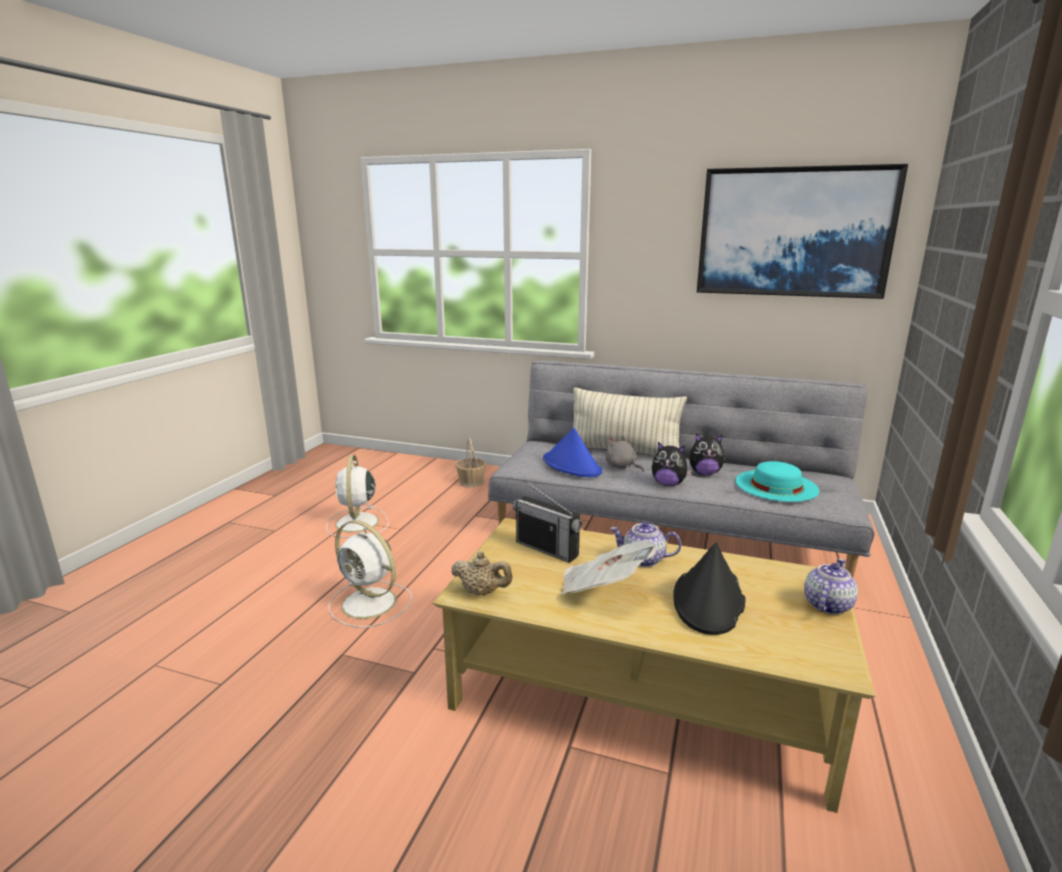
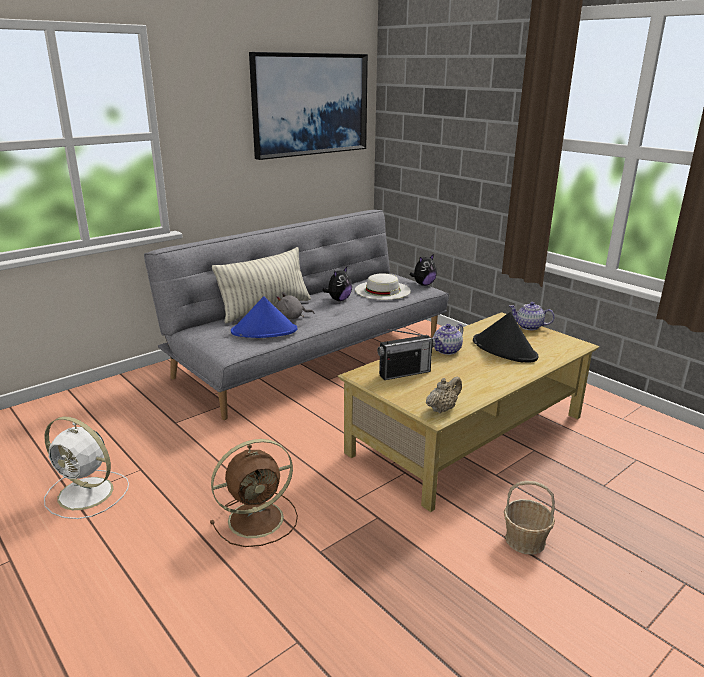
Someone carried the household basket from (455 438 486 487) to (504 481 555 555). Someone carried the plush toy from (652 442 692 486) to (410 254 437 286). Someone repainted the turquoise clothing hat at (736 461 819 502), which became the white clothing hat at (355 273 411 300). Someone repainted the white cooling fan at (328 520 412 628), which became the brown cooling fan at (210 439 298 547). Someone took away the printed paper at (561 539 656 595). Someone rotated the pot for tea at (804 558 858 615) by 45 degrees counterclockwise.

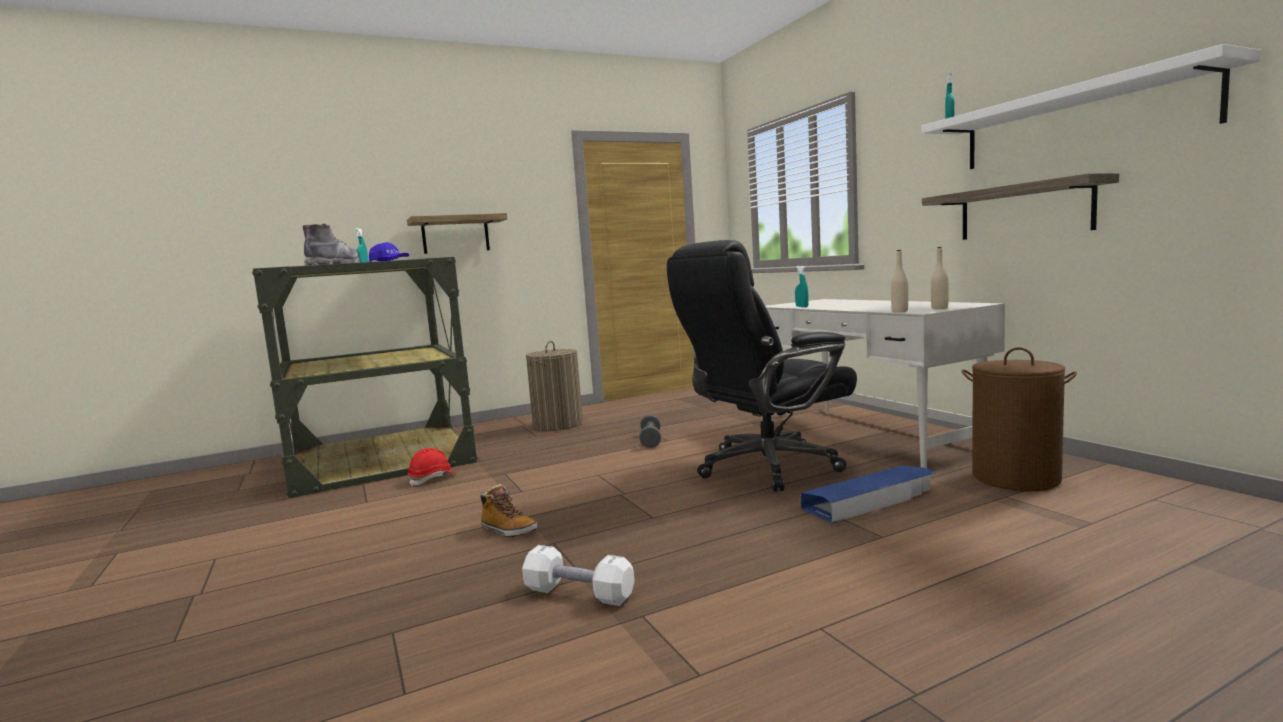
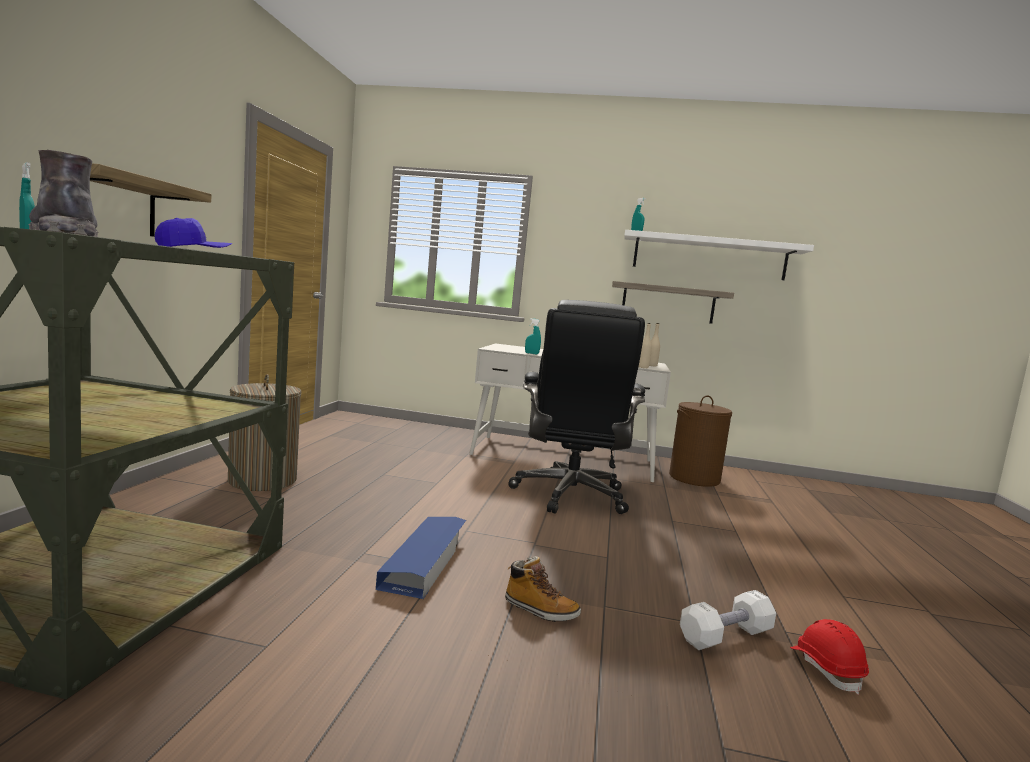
Someone took away the gray free weight at (639 414 661 448). Someone carried the red-coloured safety helmet from (407 448 457 486) to (790 619 869 695). Someone carried the blue storage bin from (801 466 935 523) to (376 517 466 599). Someone rotated the tall boot at (480 484 538 537) by 45 degrees clockwise.

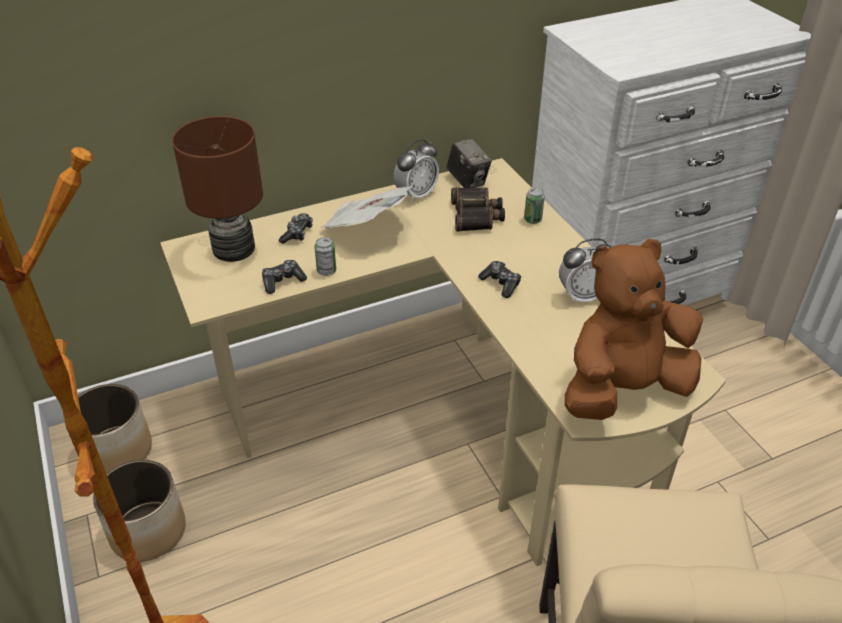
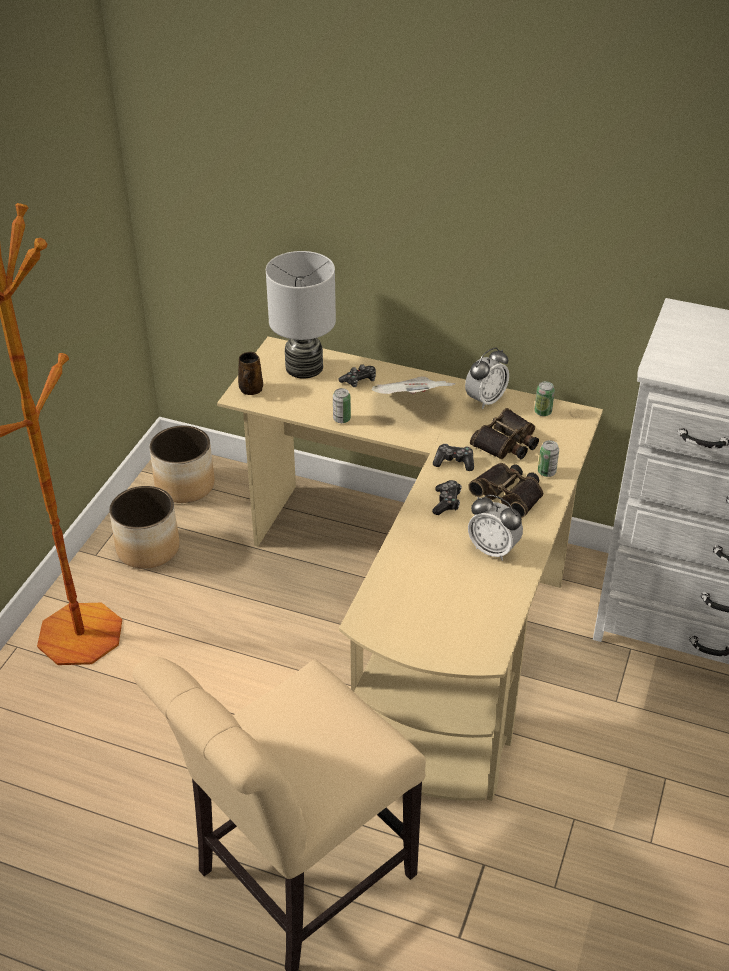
Someone repainted the brown table lamp at (172 116 263 262), which became the gray table lamp at (266 251 336 379). Someone swapped the still camera at (446 138 492 188) for the metal can at (534 381 555 416). Someone rotated the bedside clock at (394 139 439 203) by 45 degrees counterclockwise. Someone took away the brown plush toy at (565 238 703 420). Someone carried the gamepad from (262 260 307 294) to (433 444 474 471). Someone put down the brown coffee mug at (238 352 263 395). Someone put down the binoculars at (468 463 543 518).

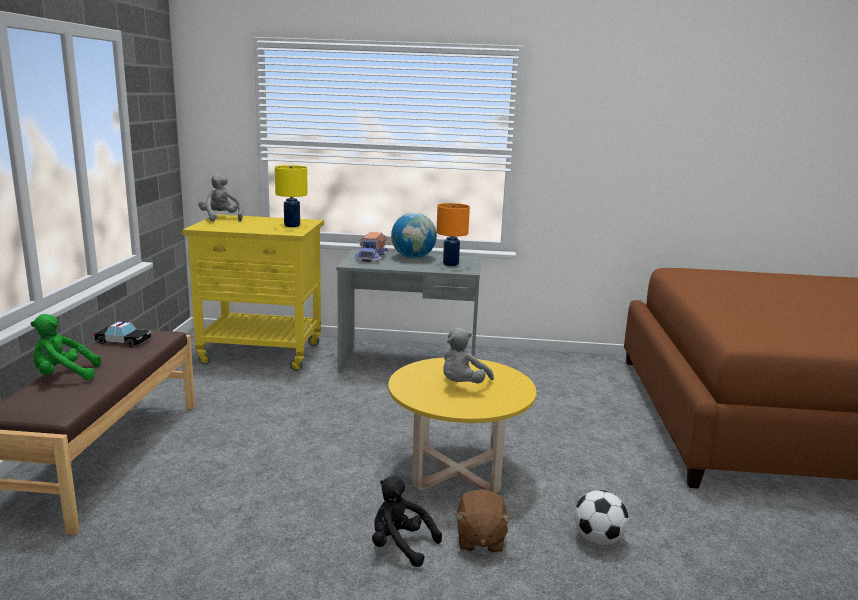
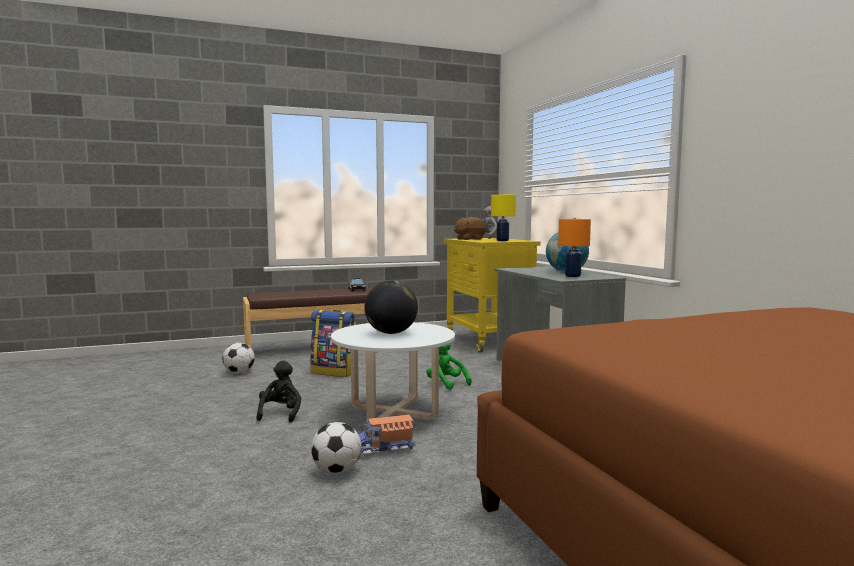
Someone carried the toy lorry from (354 232 388 263) to (358 415 415 456). Someone carried the green-coloured plush toy from (30 314 101 380) to (426 343 472 390). Someone swapped the gray plush toy at (443 328 494 383) for the world globe at (364 281 418 334). Someone repainted the yellowish lounge table at (388 358 537 493), which became the white lounge table at (331 322 455 423). Someone carried the brown plush toy from (455 489 512 553) to (454 217 486 240). Someone put down the rucksack at (310 310 356 377). Someone put down the football ball at (222 343 255 373).

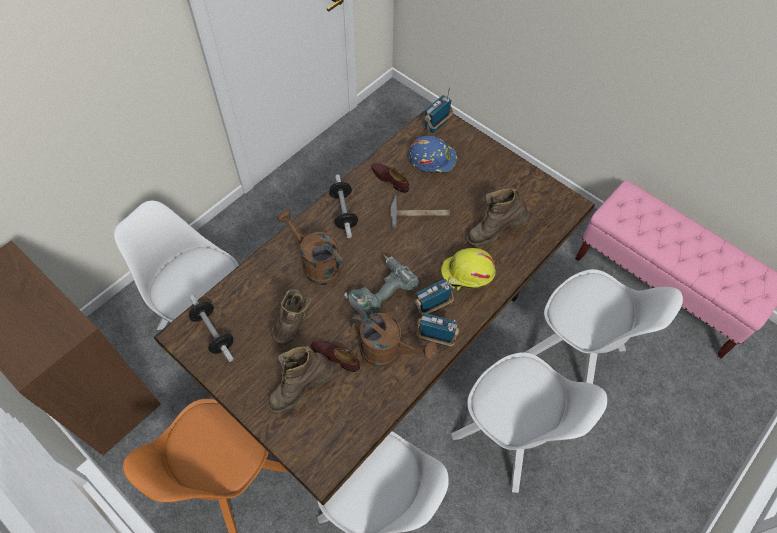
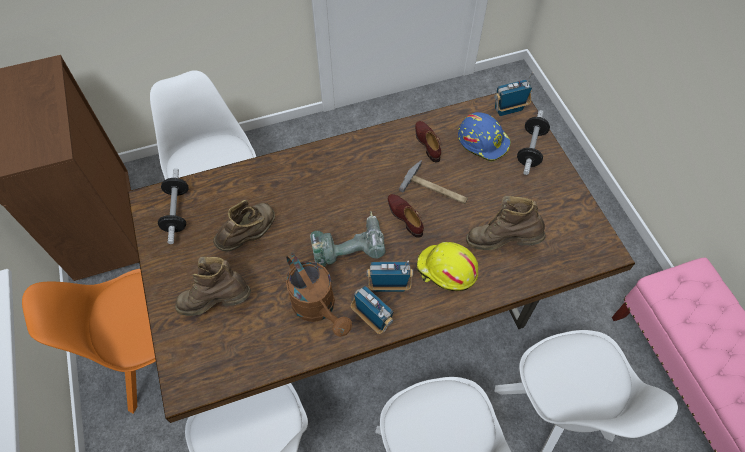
Someone carried the free weight from (329 175 358 238) to (517 110 550 175). Someone took away the brown watering can at (277 209 344 285). Someone carried the brown low shoe from (311 341 360 372) to (388 194 424 237).

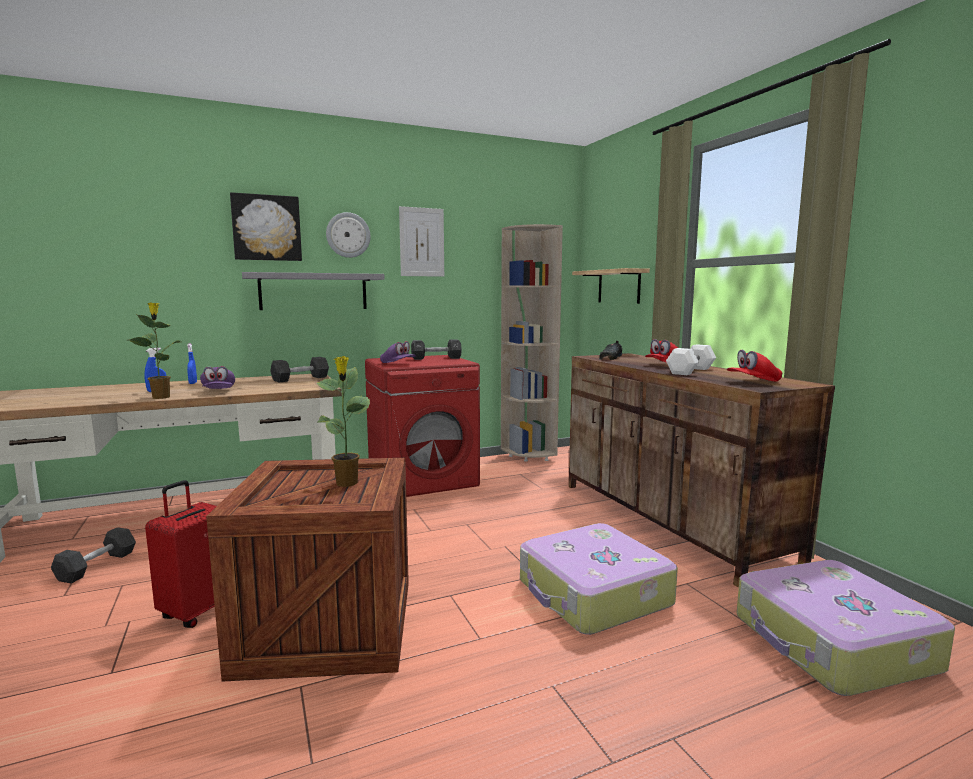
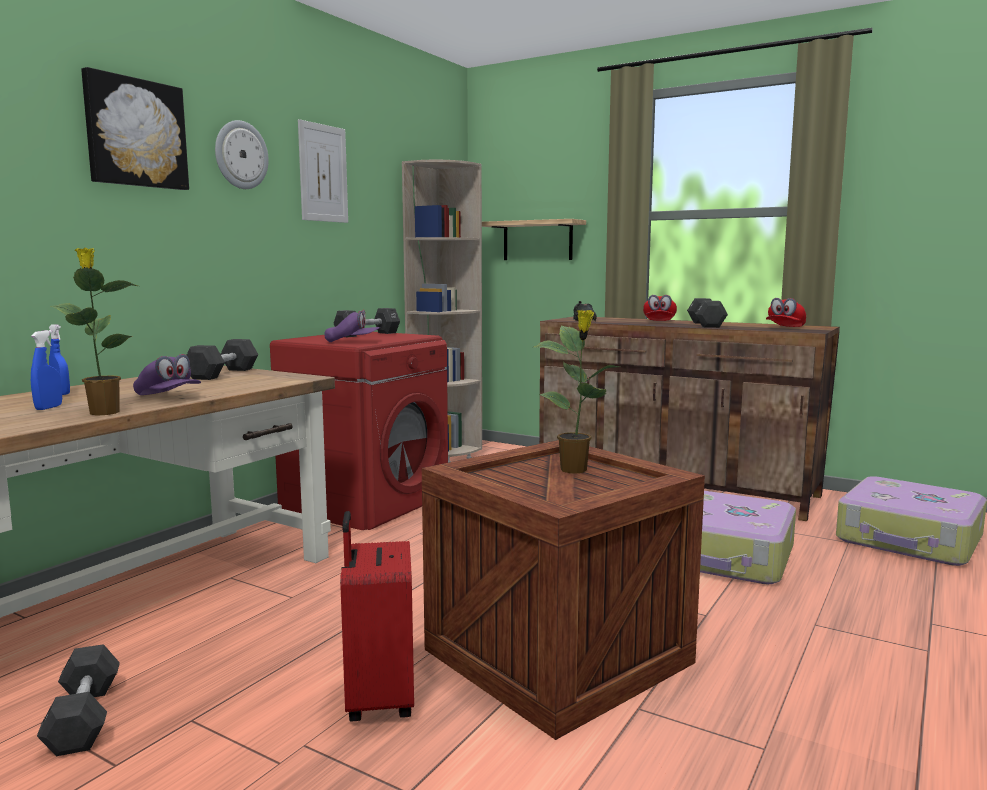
Someone took away the gray bracket shelf at (242 272 384 310). Someone repainted the white free weight at (666 344 716 375), which became the blackish free weight at (687 298 728 328).

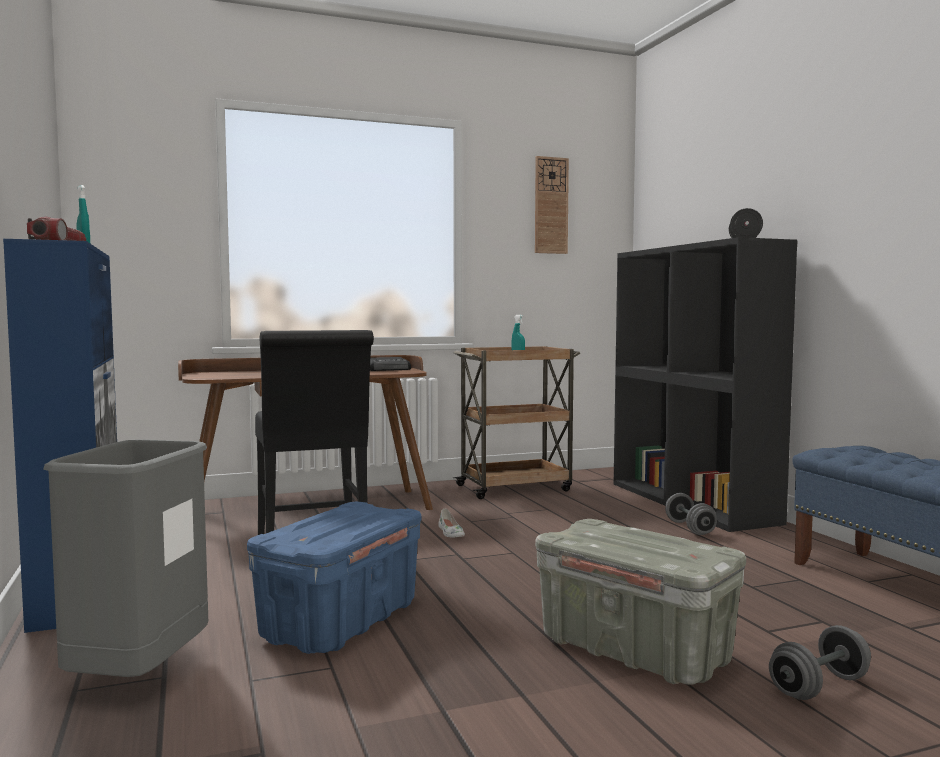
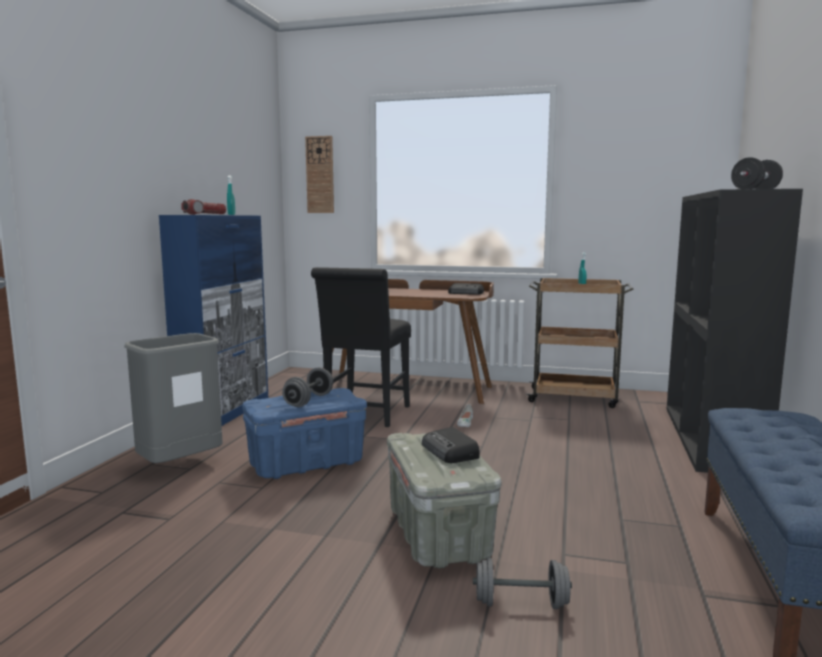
Someone carried the wall clock from (535 156 569 254) to (305 136 334 213). Someone carried the gray free weight from (665 493 717 535) to (282 367 333 407). Someone put down the radio at (422 427 480 463).

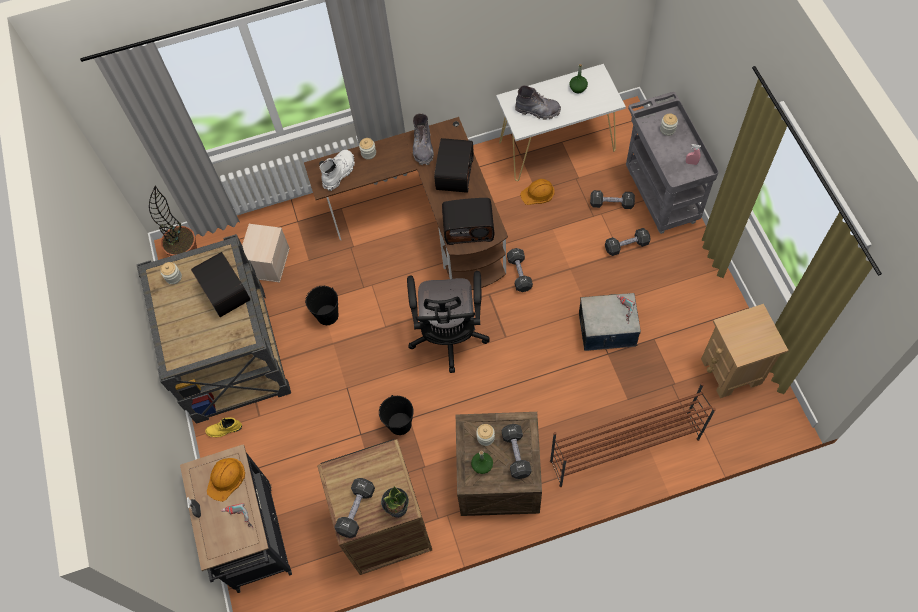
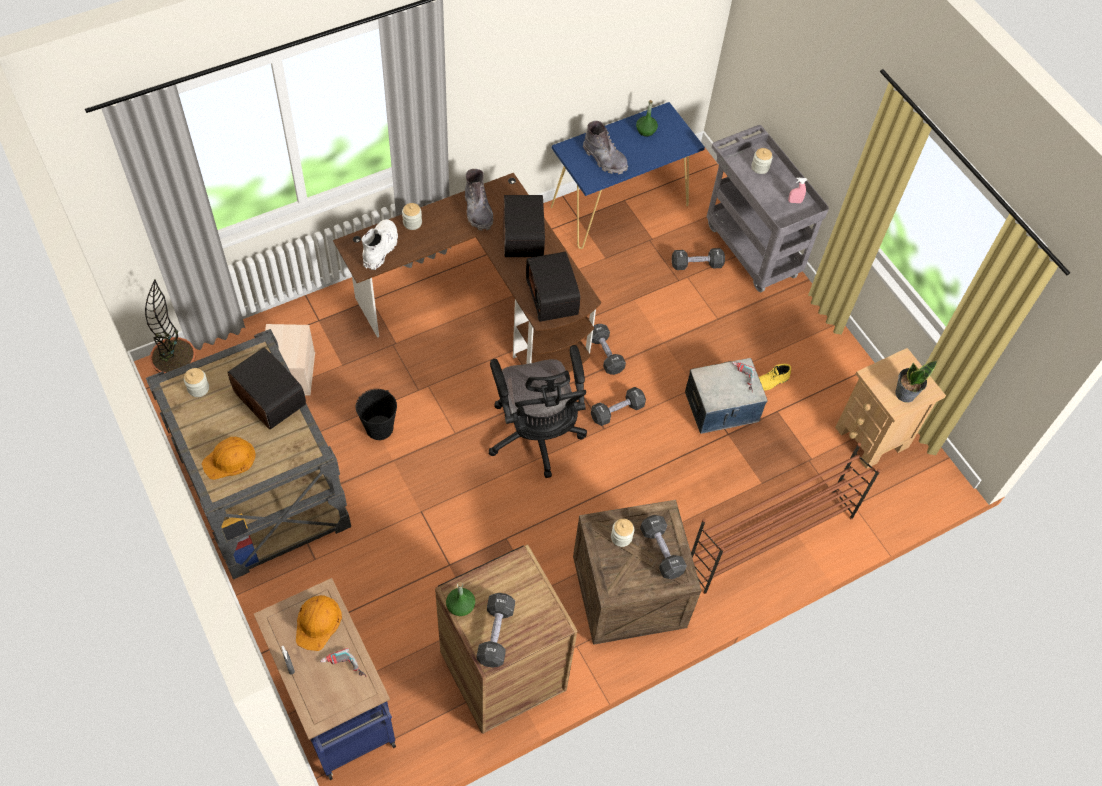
Someone repainted the white narrow table at (496 64 626 181), which became the blue narrow table at (551 102 705 249). Someone rotated the gray tall boot at (515 85 561 120) by 45 degrees clockwise. Someone carried the orange-coloured safety helmet from (520 179 555 205) to (201 437 256 480). Someone rotated the radio at (442 198 494 245) by 90 degrees clockwise. Someone carried the blackish free weight from (605 228 651 256) to (591 387 646 426). Someone took away the blackish pail at (379 395 414 435). Someone carried the yellowish tall boot from (205 418 242 437) to (759 364 791 391). Someone repainted the blackish trolley at (180 444 292 593), which became the blue trolley at (254 578 396 780). Someone carried the green-coloured drink bottle from (471 451 493 474) to (446 582 475 616). Someone carried the houseplant from (381 486 409 518) to (896 361 937 403).

